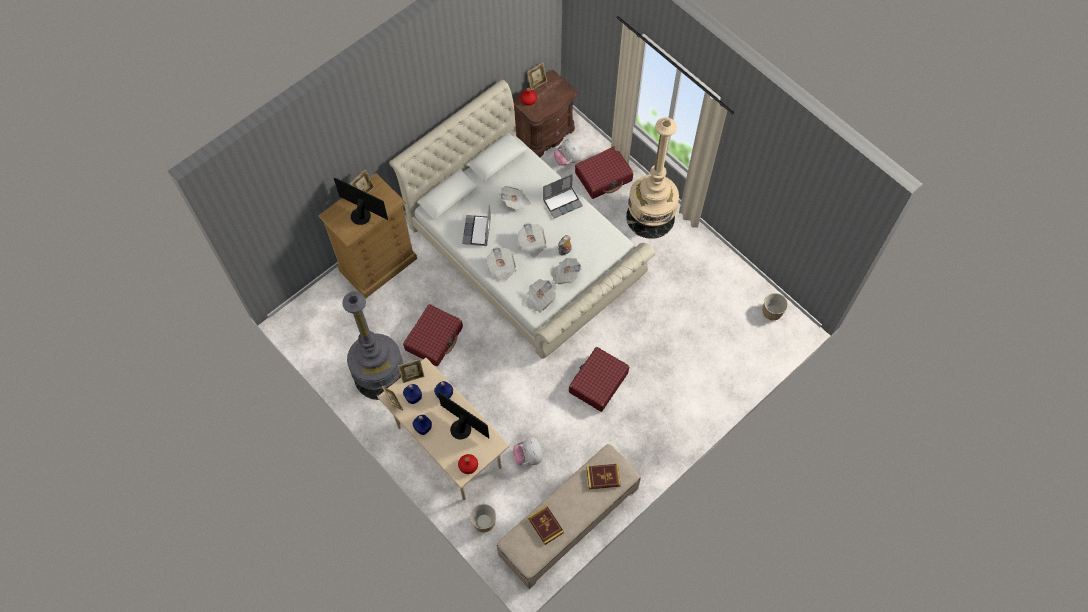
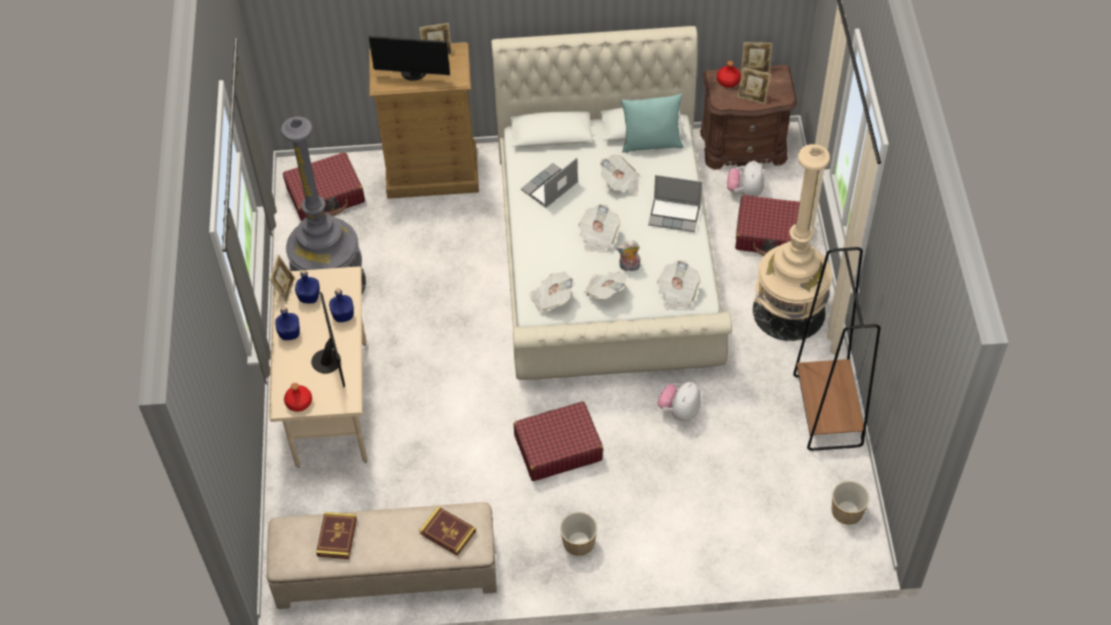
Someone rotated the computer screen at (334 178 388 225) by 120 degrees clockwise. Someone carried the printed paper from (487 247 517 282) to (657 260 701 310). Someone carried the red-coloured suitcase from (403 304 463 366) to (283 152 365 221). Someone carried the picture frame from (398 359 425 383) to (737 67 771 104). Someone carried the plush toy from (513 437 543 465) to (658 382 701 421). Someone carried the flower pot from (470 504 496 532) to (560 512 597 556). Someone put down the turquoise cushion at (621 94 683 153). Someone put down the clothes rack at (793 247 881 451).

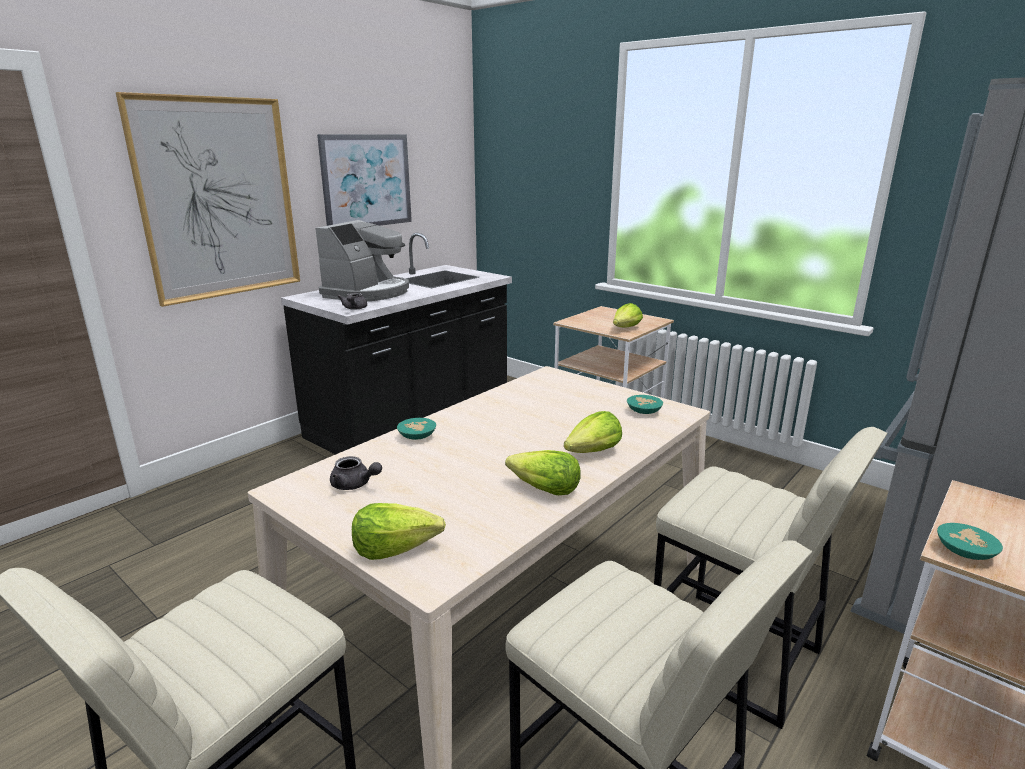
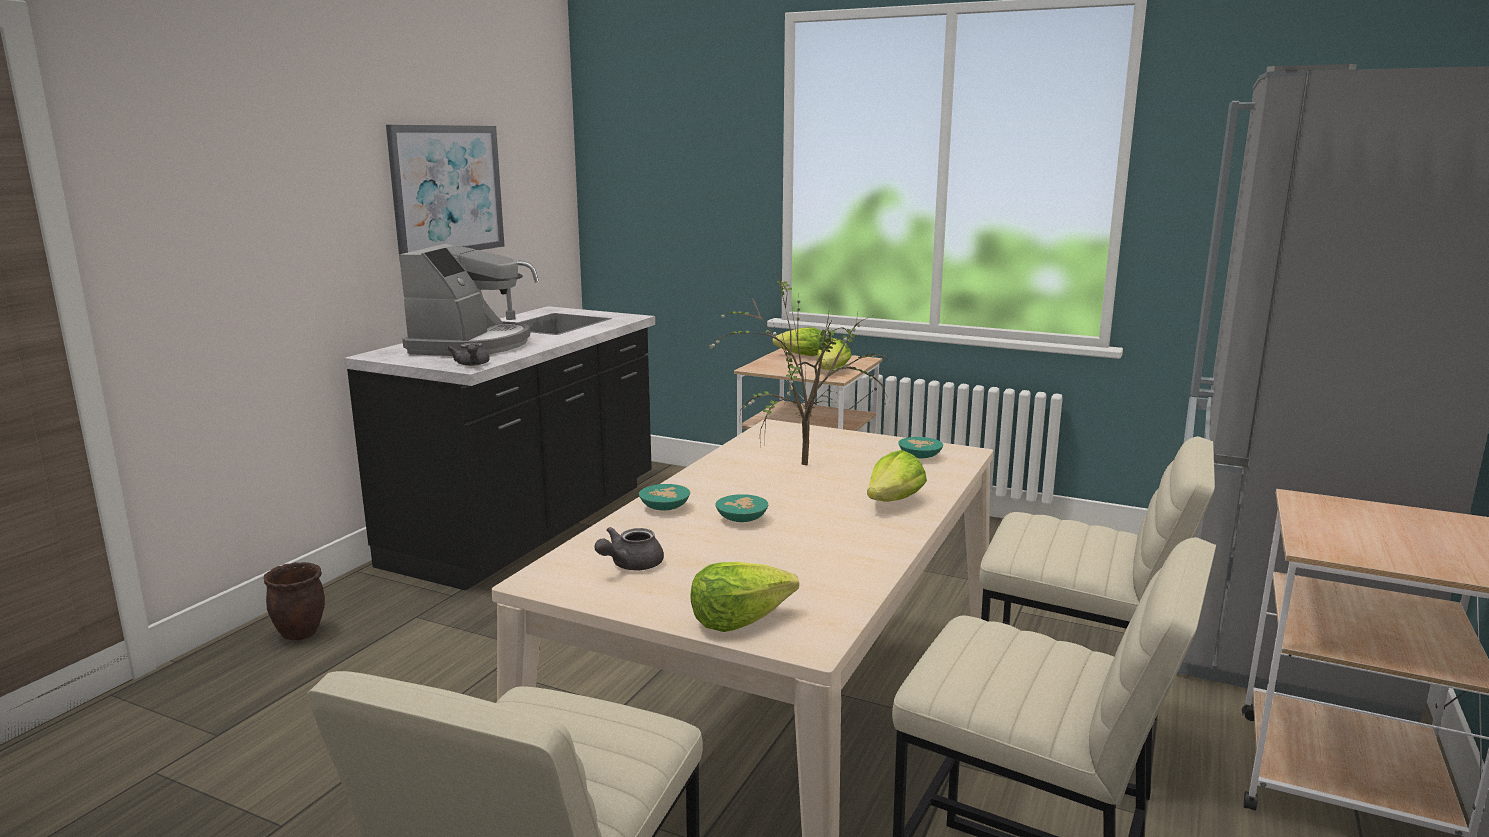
Someone took away the picture at (116 92 300 307). Someone carried the lettuce from (505 450 581 495) to (772 327 822 356). Someone rotated the gray pot for tea at (330 456 382 490) by 120 degrees clockwise. Someone carried the turquoise bowl from (937 523 1003 560) to (715 494 768 522). Someone put down the houseplant at (704 270 894 466). Someone put down the brown flower pot at (264 562 325 640).

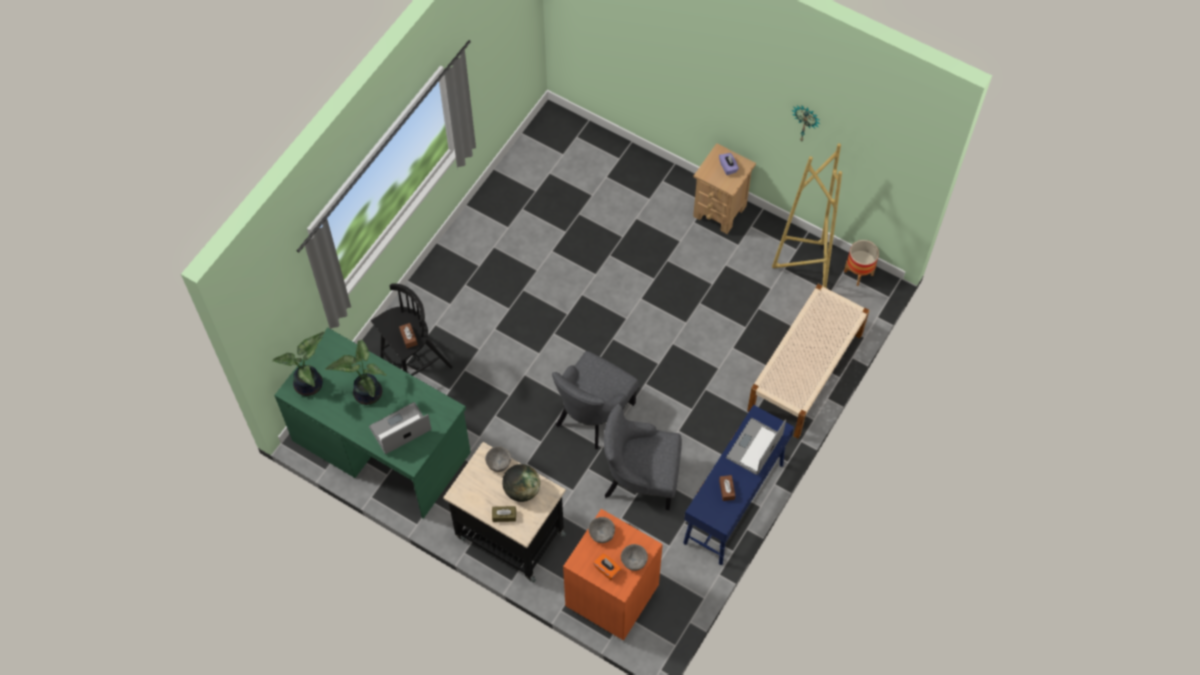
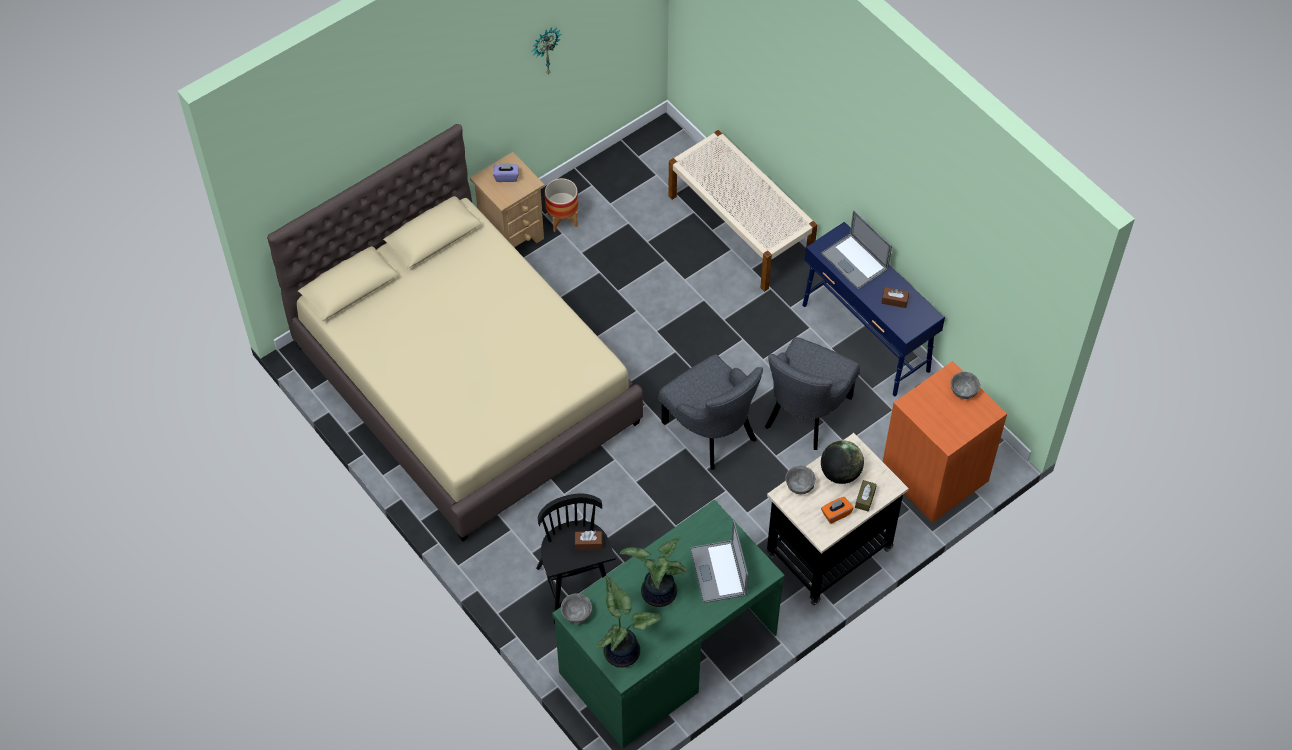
Someone took away the yellowish clothes rack at (772 143 842 288). Someone carried the flower pot from (844 240 879 286) to (545 178 578 232). Someone carried the gray bowl from (588 517 615 543) to (561 594 592 624). Someone carried the orange-coloured box of tissues from (593 554 621 580) to (821 497 854 524). Someone put down the beige-coloured sleeping bed at (267 124 643 542).

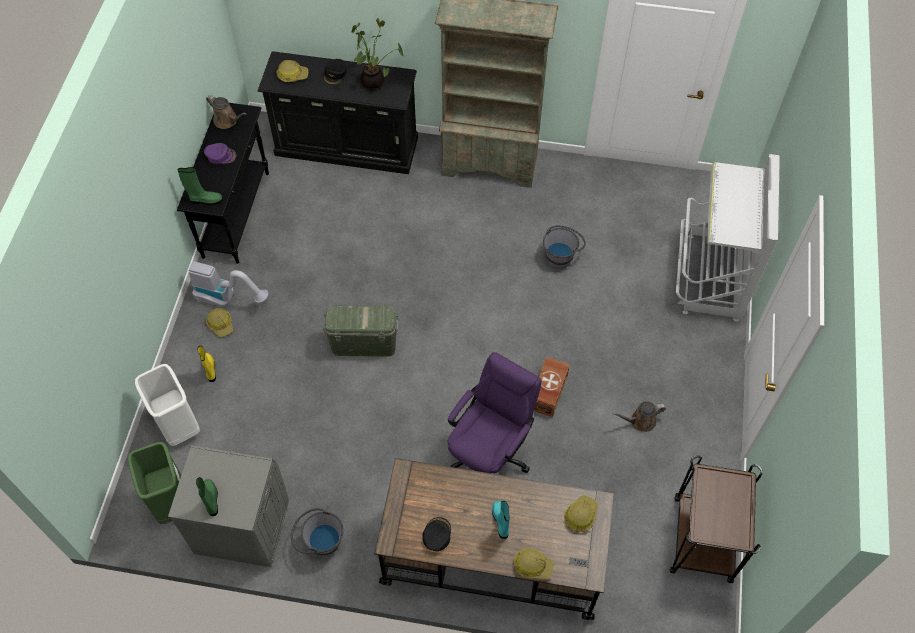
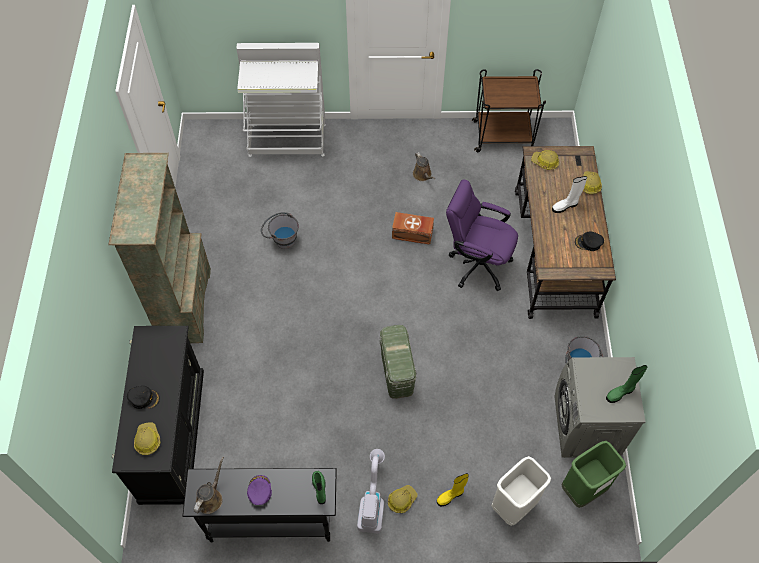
Someone took away the houseplant at (352 18 404 90). Someone repainted the turquoise tall boot at (492 501 510 539), which became the white tall boot at (552 176 587 213).

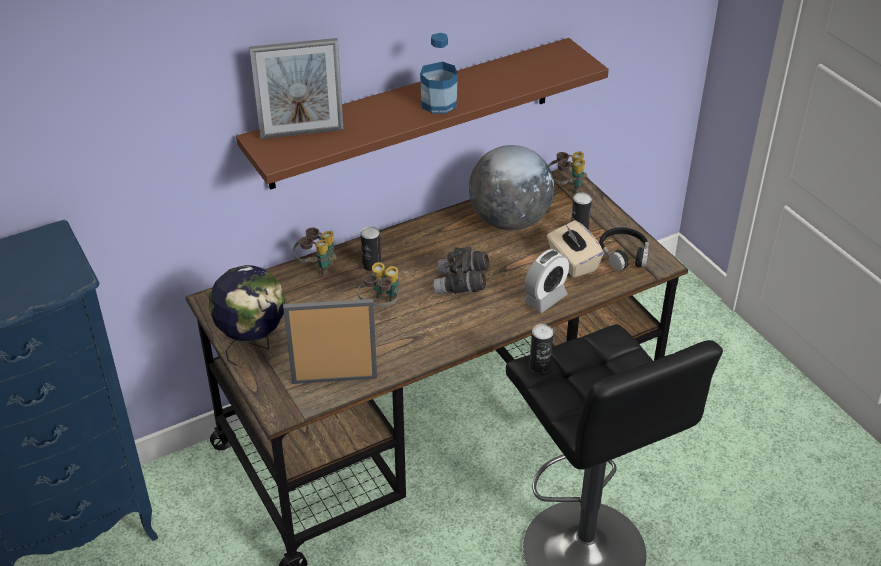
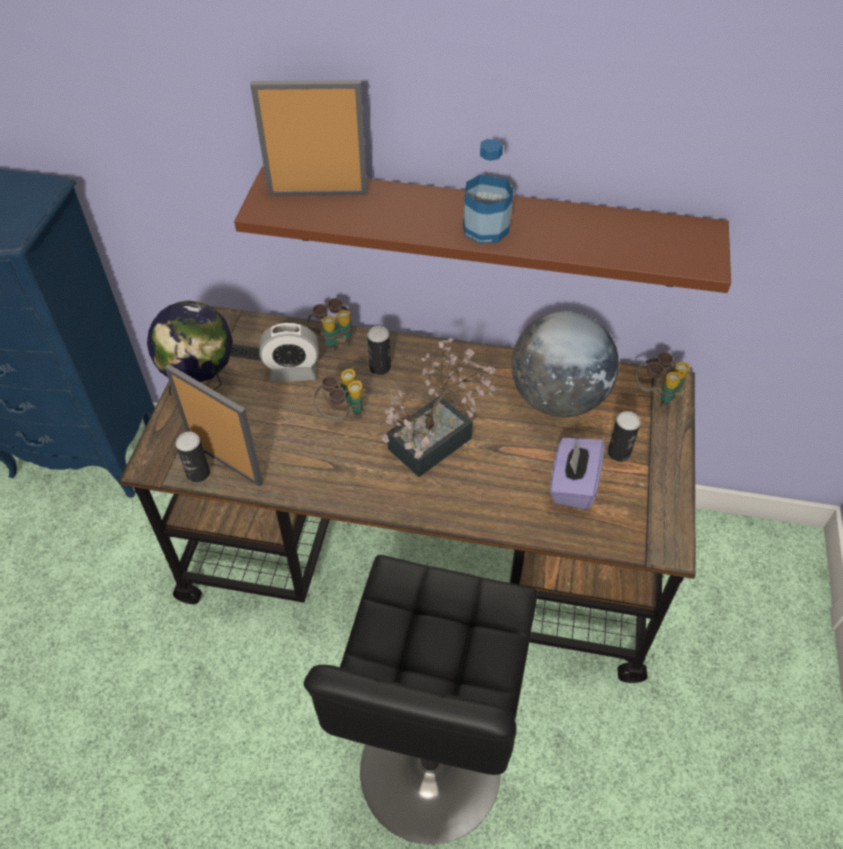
Someone rotated the picture frame at (249 38 344 139) by 150 degrees clockwise. Someone repainted the beige-coloured box of tissues at (547 220 604 278), which became the purplish box of tissues at (550 438 604 510). Someone took away the blackish headset at (599 227 649 271). Someone swapped the gray binoculars at (434 247 489 294) for the houseplant at (381 338 497 477). Someone carried the bedside clock from (523 249 569 313) to (259 323 319 383). Someone carried the metal can from (530 324 554 373) to (175 432 210 483).

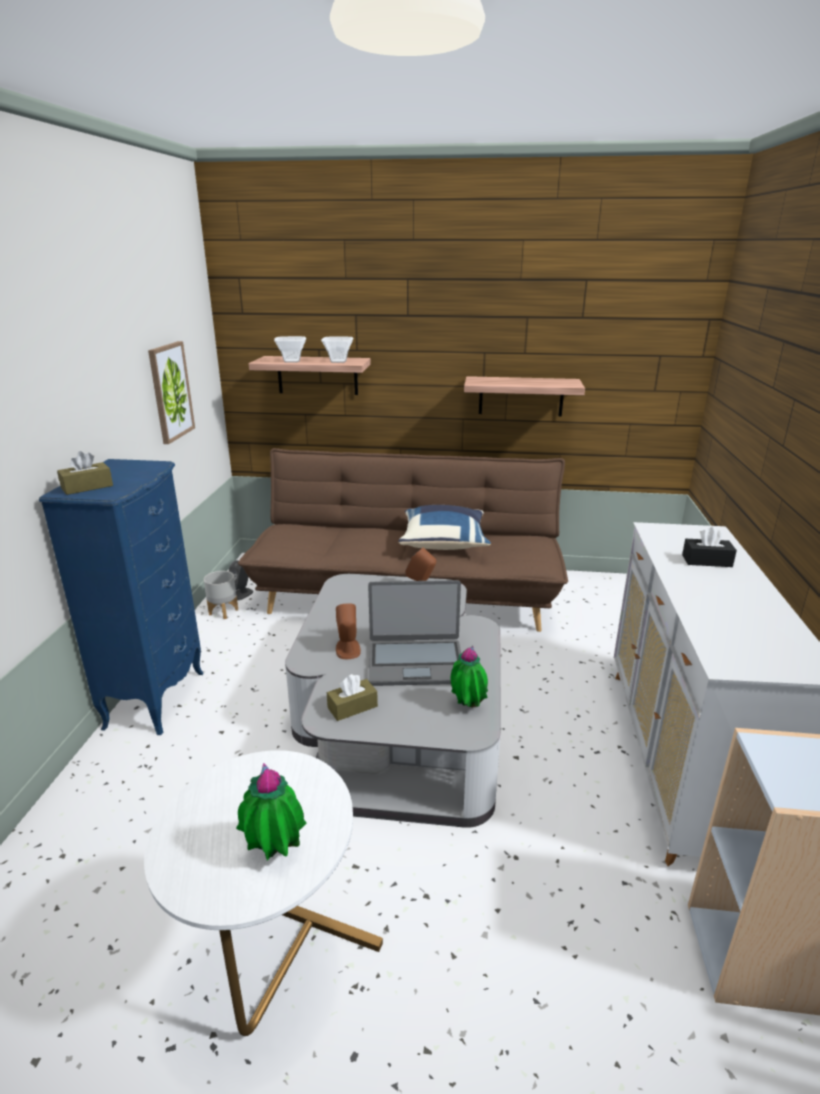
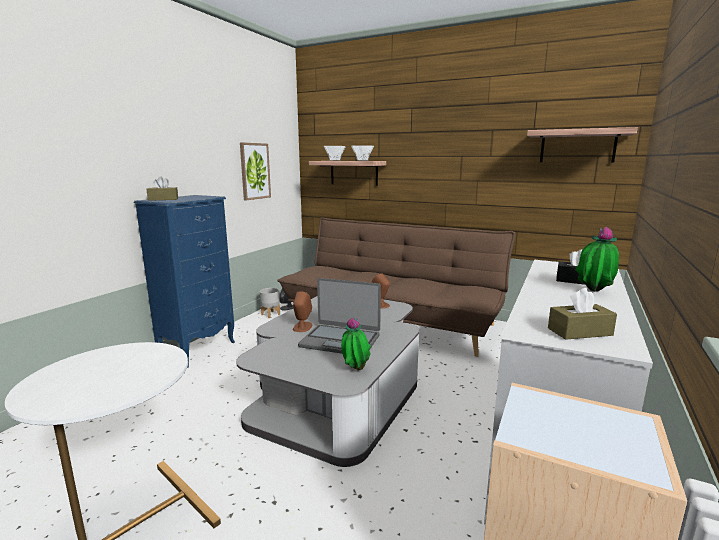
Someone carried the bracket shelf from (464 376 585 416) to (527 127 638 162). Someone took away the blue cushion at (398 505 491 550). Someone carried the brown box of tissues from (327 674 378 721) to (548 288 617 340). Someone carried the houseplant from (236 763 307 860) to (575 227 619 292).

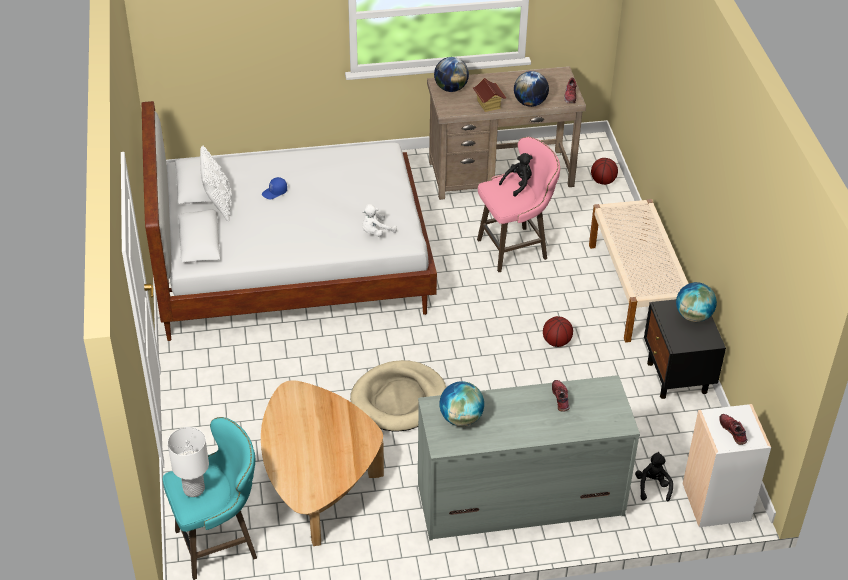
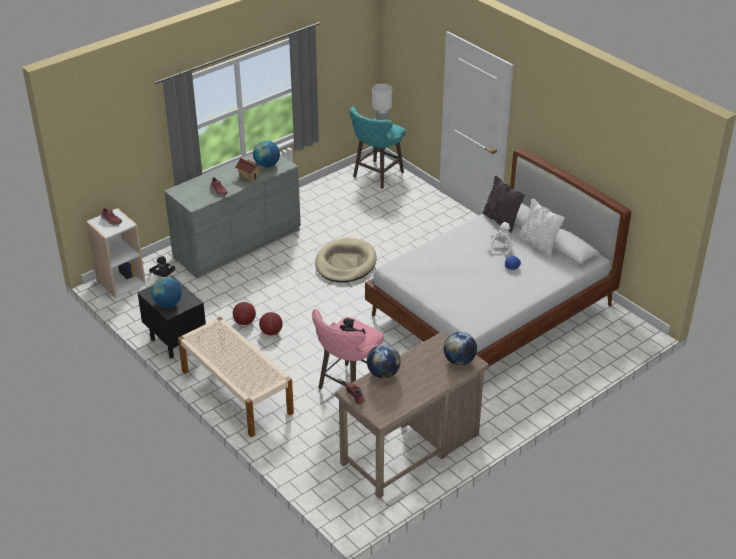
Someone carried the model house from (472 78 506 112) to (234 158 263 182). Someone carried the basketball ball from (591 158 618 185) to (233 302 256 325). Someone carried the white plush toy from (362 204 397 237) to (488 222 513 257). Someone took away the brown lounge table at (261 380 384 546). Someone put down the blackish cushion at (482 176 525 233).

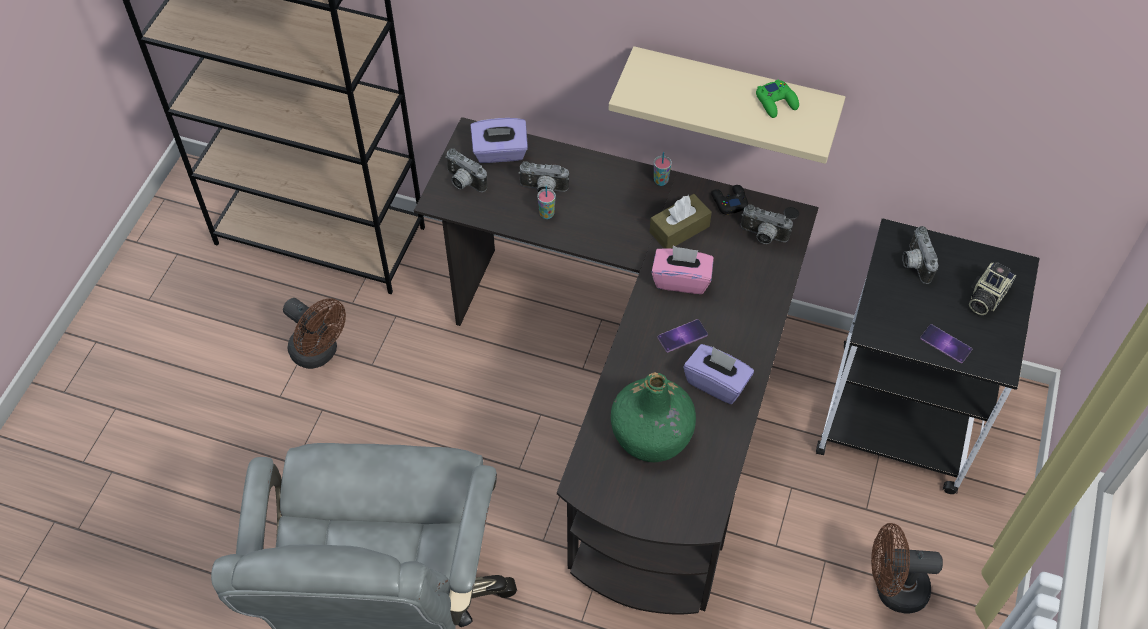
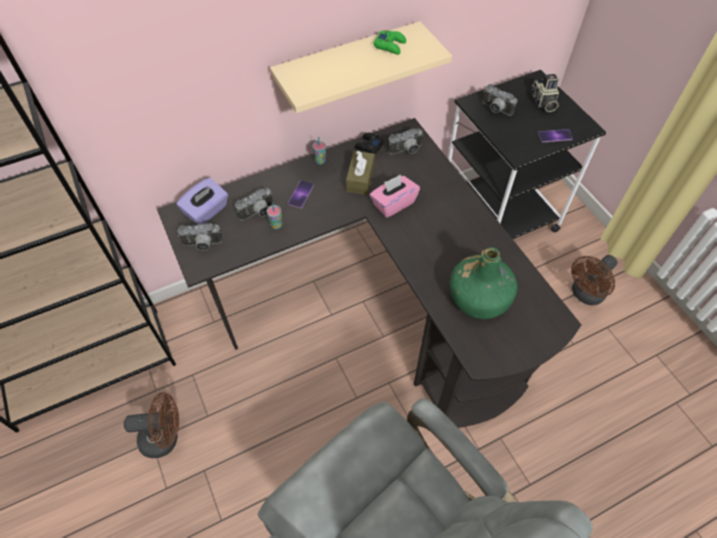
Someone carried the handset from (658 319 708 352) to (288 180 314 208). Someone took away the purplish box of tissues at (684 344 754 404).

